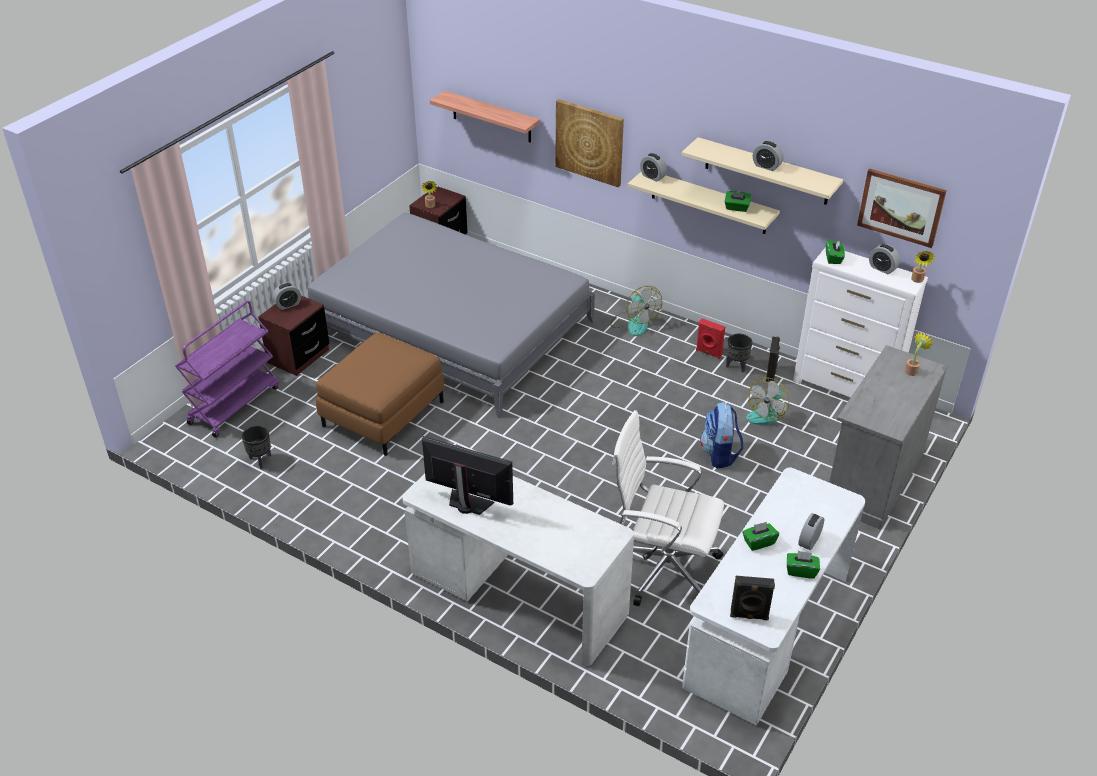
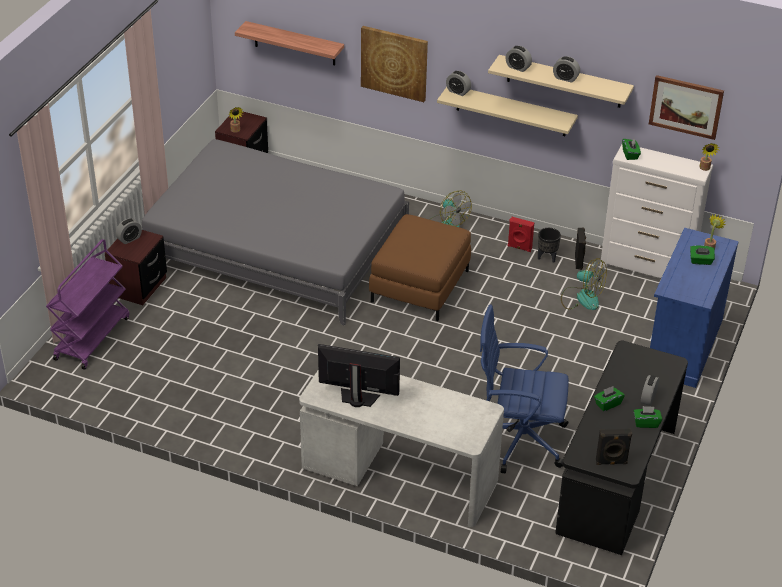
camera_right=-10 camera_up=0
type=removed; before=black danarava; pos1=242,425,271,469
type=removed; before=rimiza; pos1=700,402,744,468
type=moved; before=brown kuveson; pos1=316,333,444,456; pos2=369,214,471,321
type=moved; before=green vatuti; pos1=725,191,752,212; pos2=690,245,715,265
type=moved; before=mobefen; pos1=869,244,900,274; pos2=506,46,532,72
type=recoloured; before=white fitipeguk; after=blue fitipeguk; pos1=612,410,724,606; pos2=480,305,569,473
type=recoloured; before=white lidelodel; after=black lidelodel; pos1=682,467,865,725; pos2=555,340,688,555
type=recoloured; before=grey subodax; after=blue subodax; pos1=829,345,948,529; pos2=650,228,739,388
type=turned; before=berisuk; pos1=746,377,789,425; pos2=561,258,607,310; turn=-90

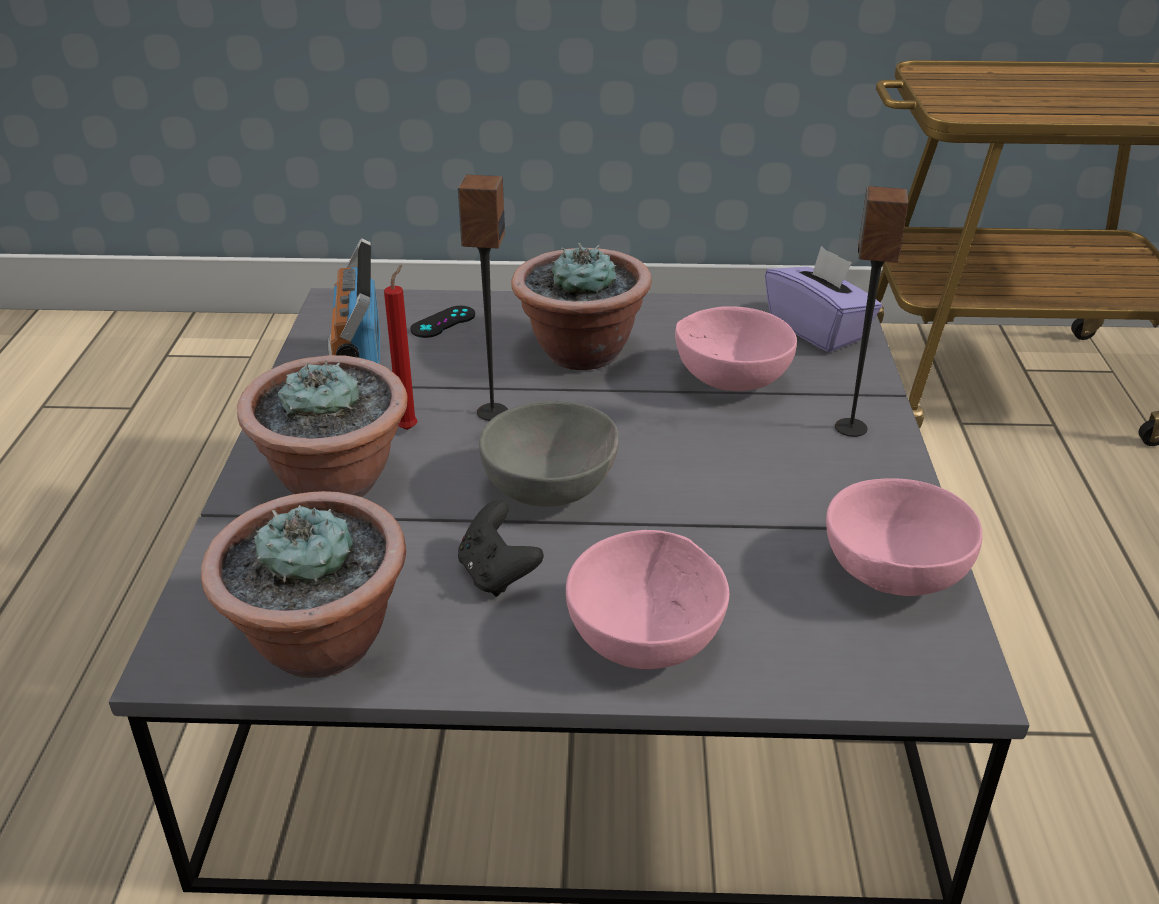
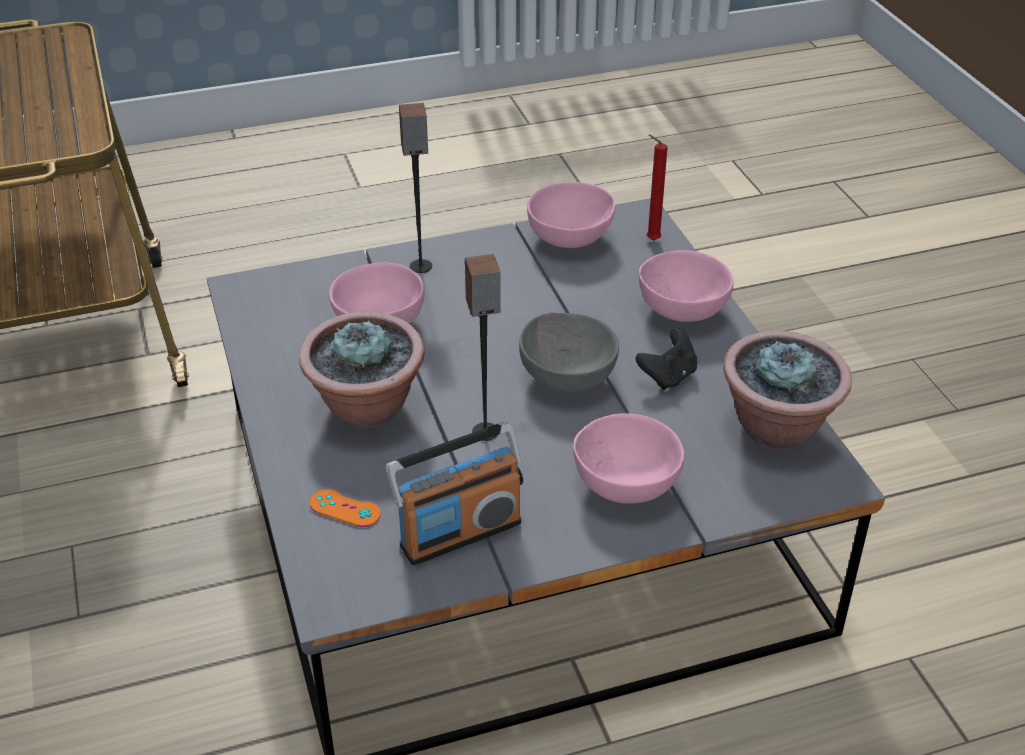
camera_right=-110 camera_up=5
type=removed; before=purple vatuti; pos1=765,246,882,352
type=moved; before=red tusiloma; pos1=384,265,418,430; pos2=646,135,668,241
type=replaced; before=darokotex; after=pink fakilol; pos1=237,355,408,497; pos2=573,413,684,504
type=recoloured; before=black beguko; after=orange beguko; pos1=410,306,475,338; pos2=310,489,381,527

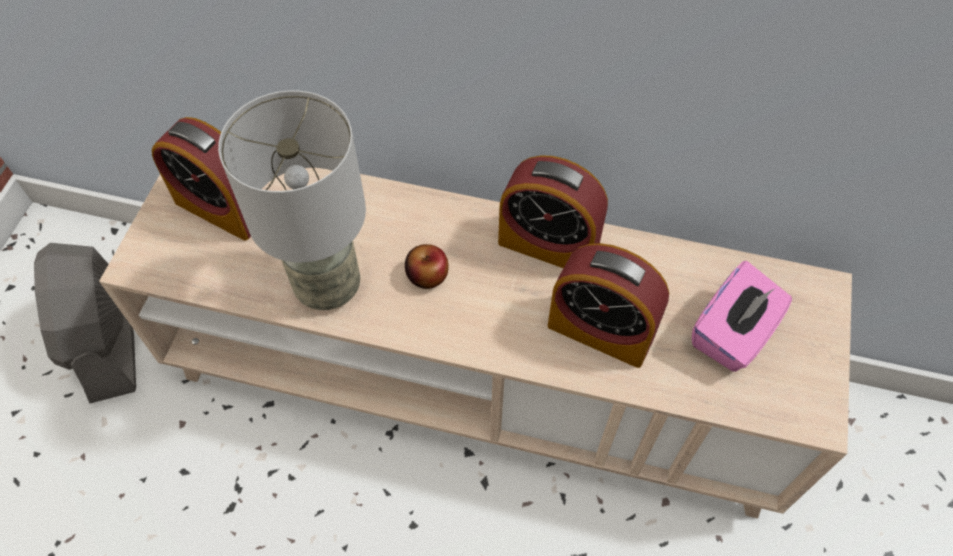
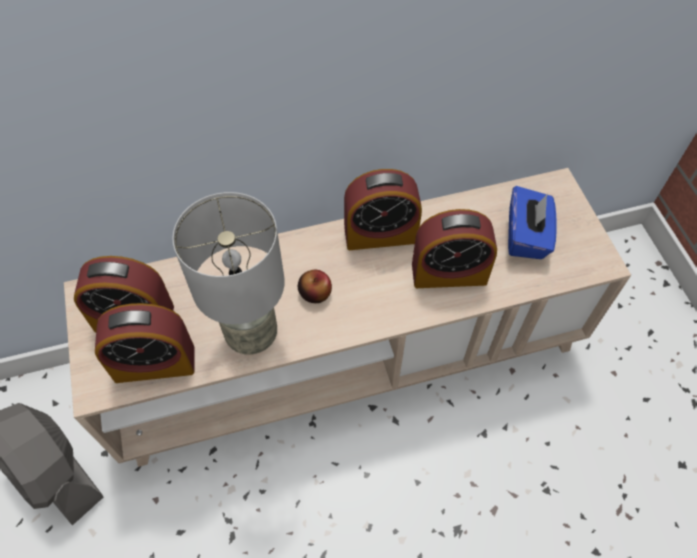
camera_right=-30 camera_up=0
type=added; after=mobefen; pos2=95,303,194,383
type=recoloured; before=pink vatuti; after=blue vatuti; pos1=692,261,792,372; pos2=508,186,557,259

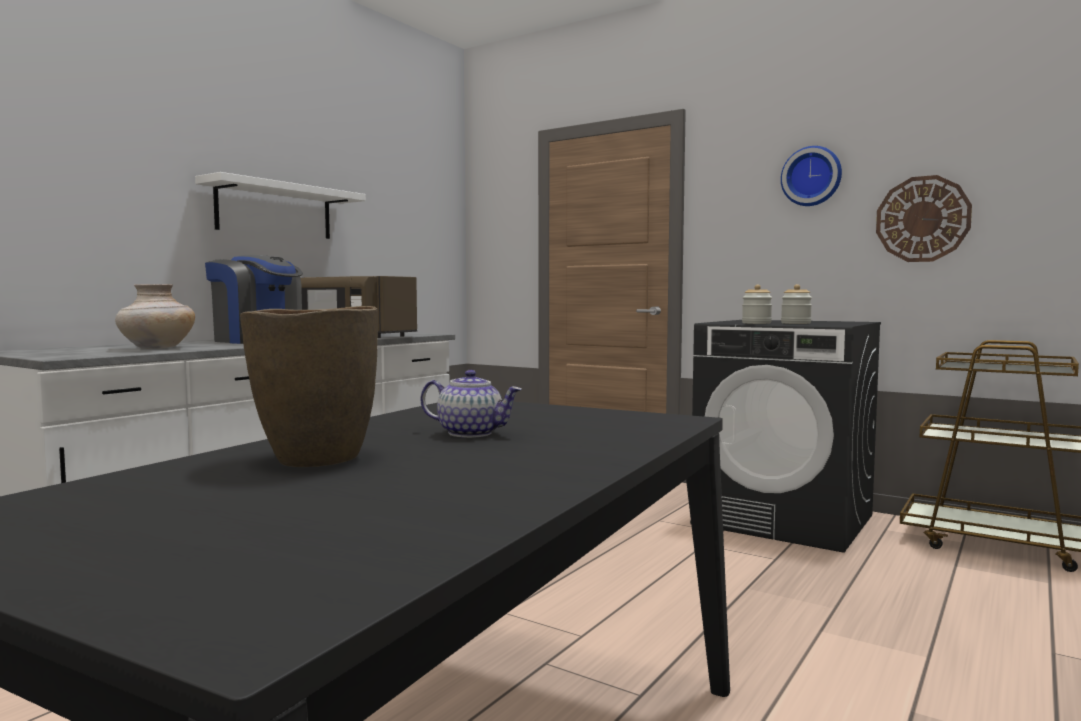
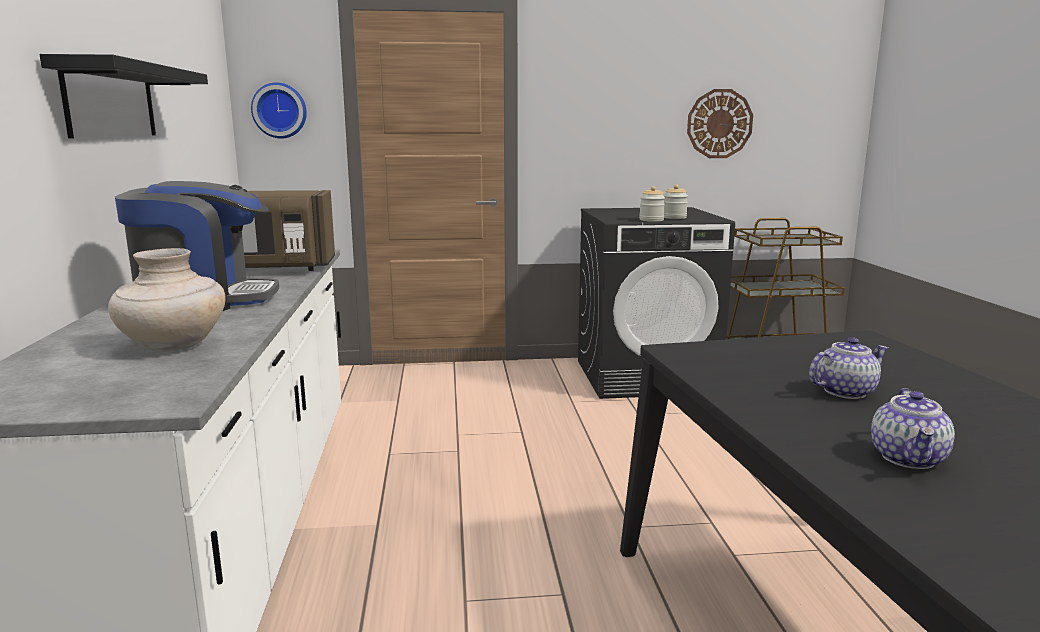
camera_right=-40 camera_up=10
type=moved; before=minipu; pos1=781,146,842,206; pos2=251,83,307,139
type=replaced; before=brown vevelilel; after=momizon; pos1=240,306,378,467; pos2=871,388,955,469
type=recoloured; before=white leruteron; after=black leruteron; pos1=195,172,366,239; pos2=40,54,208,139

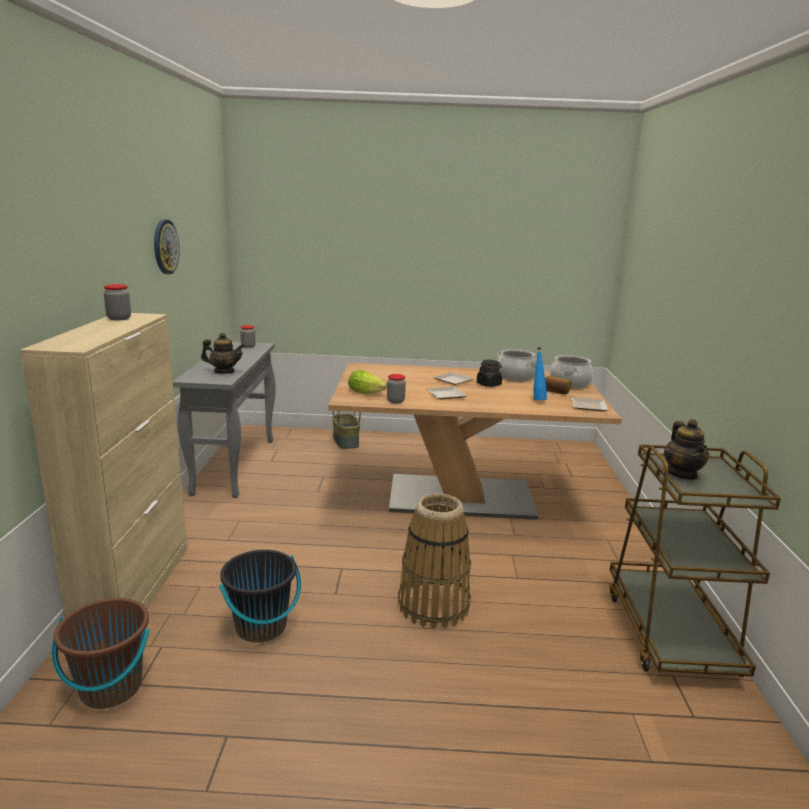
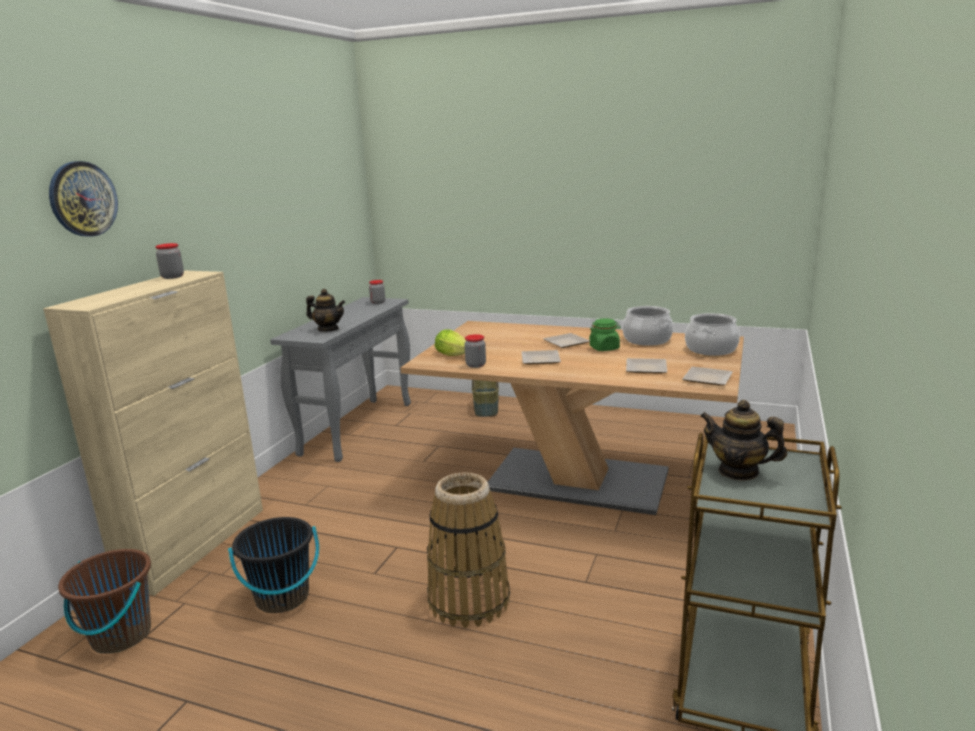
camera_right=20 camera_up=0
type=removed; before=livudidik; pos1=545,376,571,394
type=moved; before=minipu; pos1=154,219,180,274; pos2=49,161,118,237
type=replaced; before=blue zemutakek; after=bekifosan; pos1=534,347,547,400; pos2=626,358,667,374
type=recoloured; before=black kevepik; after=green kevepik; pos1=477,360,502,387; pos2=589,318,621,351
type=turned; before=momizon; pos1=664,419,709,480; pos2=700,400,787,481; turn=105

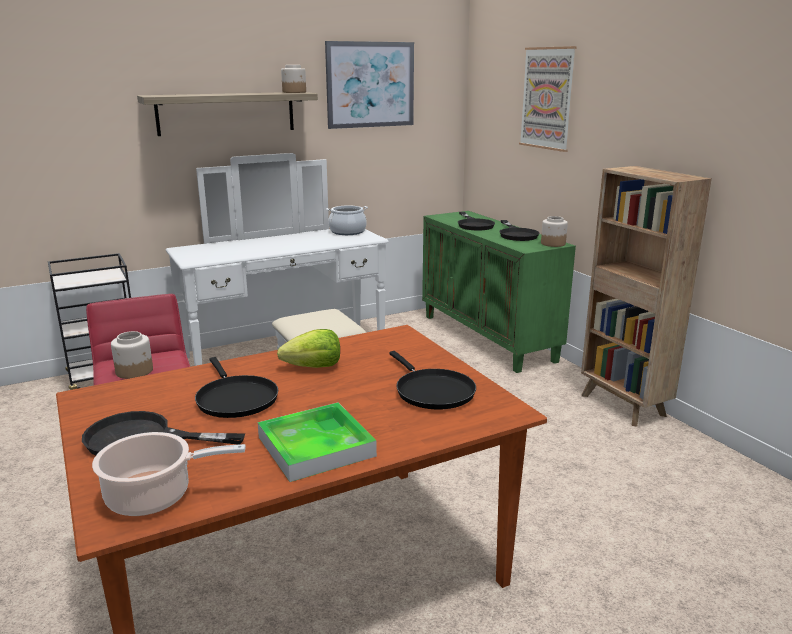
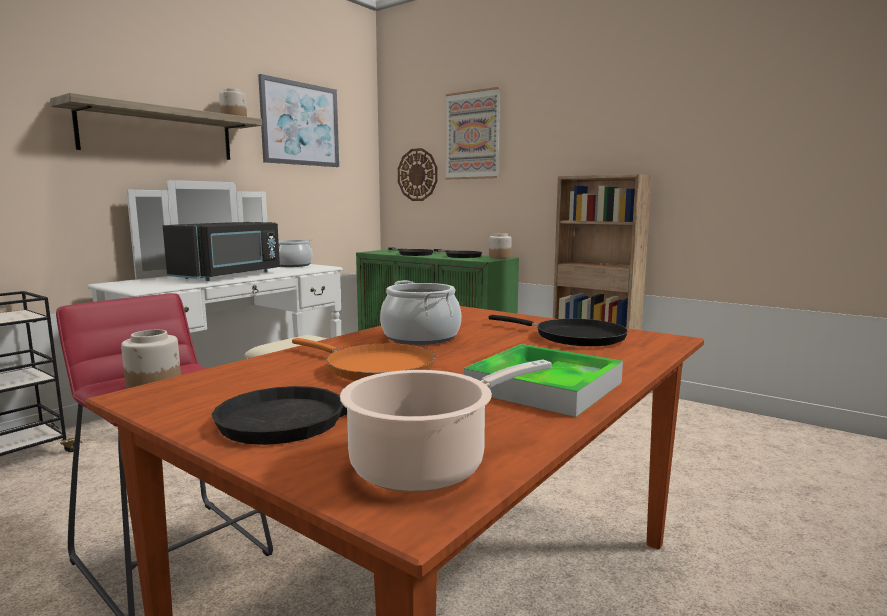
camera_right=-25 camera_up=-10
type=added; after=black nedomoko; pos2=163,222,280,281
type=added; after=minipu; pos2=398,148,438,201
type=replaced; before=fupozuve; after=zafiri; pos1=277,329,340,368; pos2=380,280,461,345
type=recoloured; before=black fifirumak; after=orange fifirumak; pos1=195,357,278,418; pos2=292,338,436,381

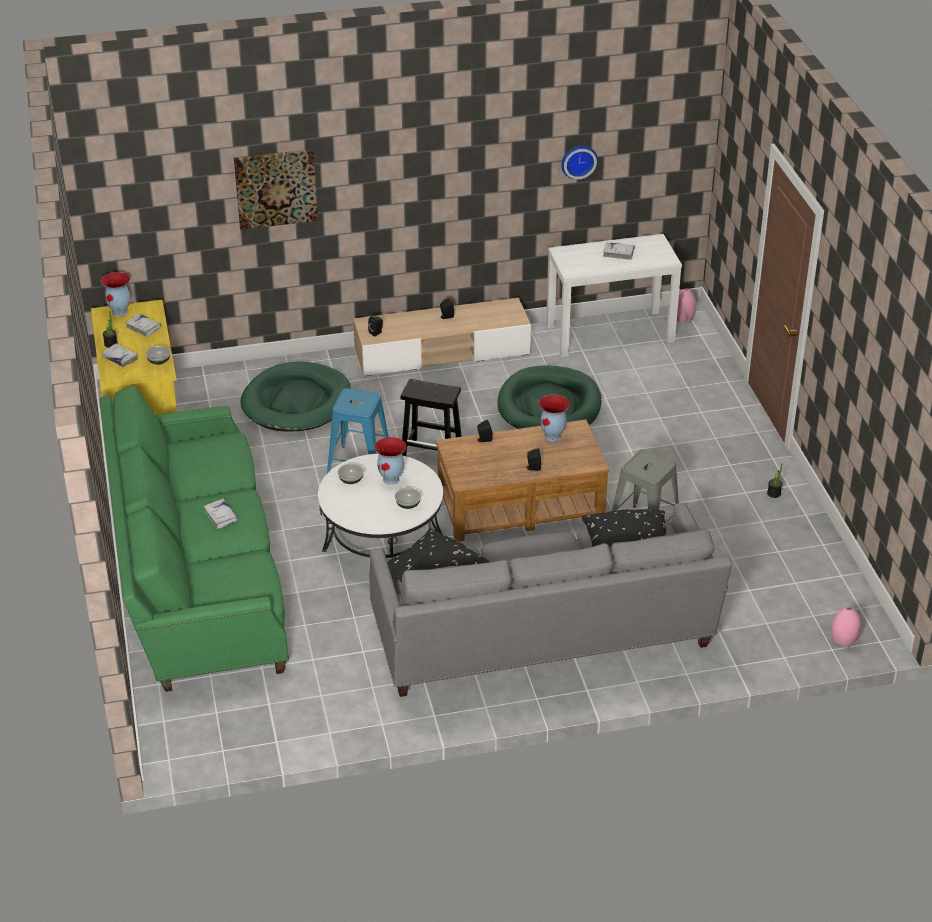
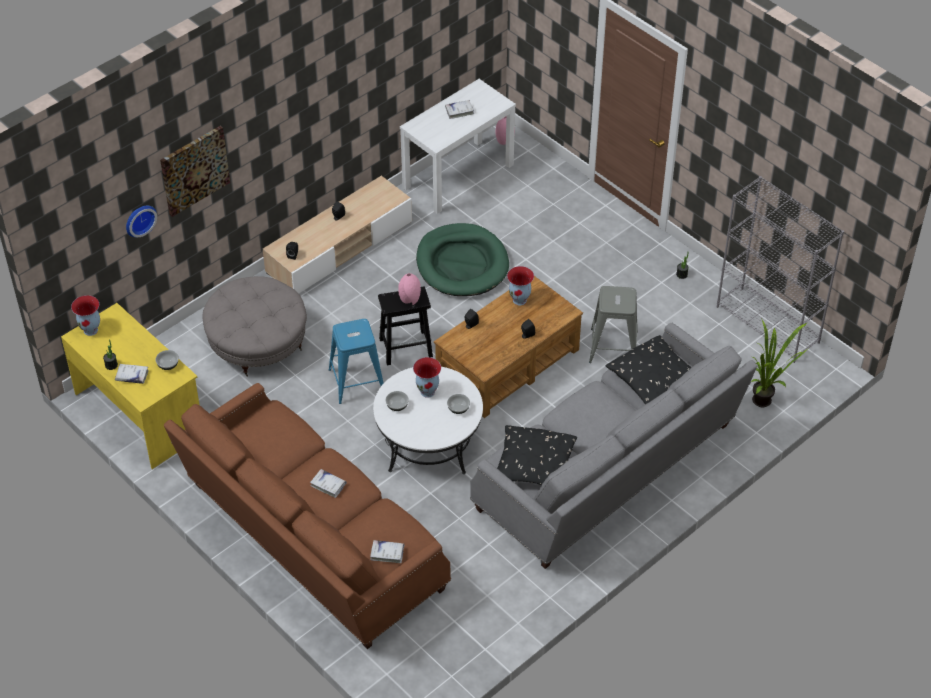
camera_right=-30 camera_up=10
type=added; after=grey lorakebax; pos2=717,176,844,363
type=added; after=darokotex; pos2=751,320,809,407
type=moved; before=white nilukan; pos1=125,314,161,337; pos2=370,540,405,563
type=moved; before=minipu; pos1=561,146,598,179; pos2=126,206,157,237
type=moved; before=pink vevelilel; pos1=832,607,861,648; pos2=398,273,421,305
type=replaced; before=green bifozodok; after=grey kuveson; pos1=240,362,351,432; pos2=202,276,307,376
type=recoloured; before=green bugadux; after=brown bugadux; pos1=99,386,289,692; pos2=164,383,451,649

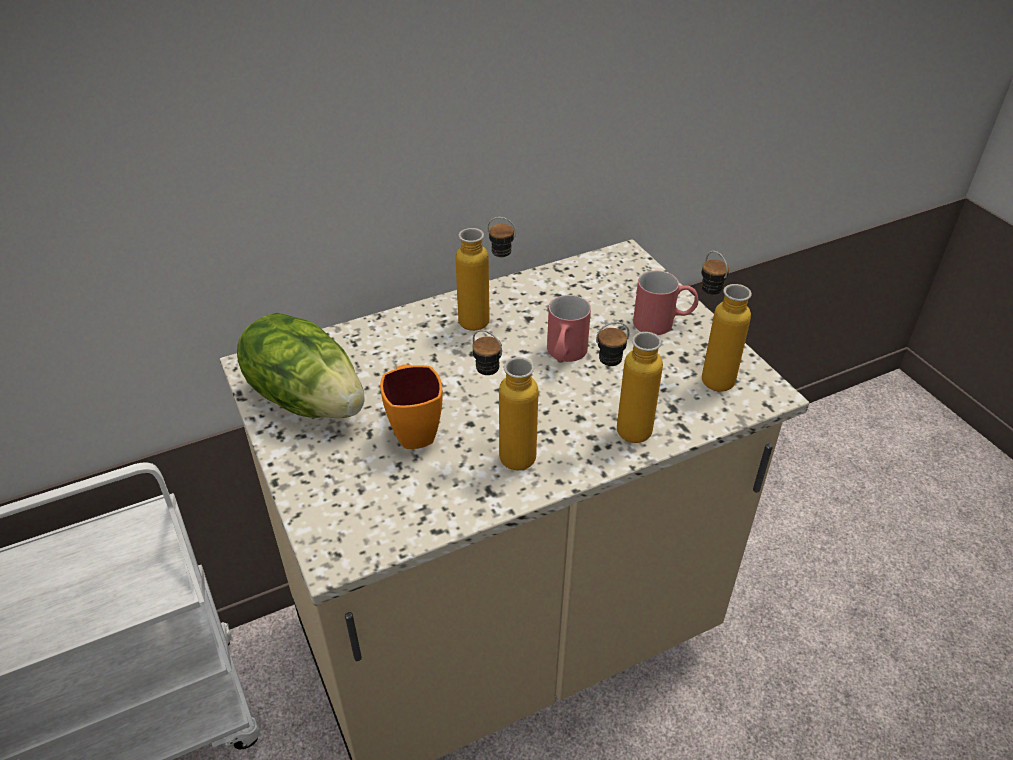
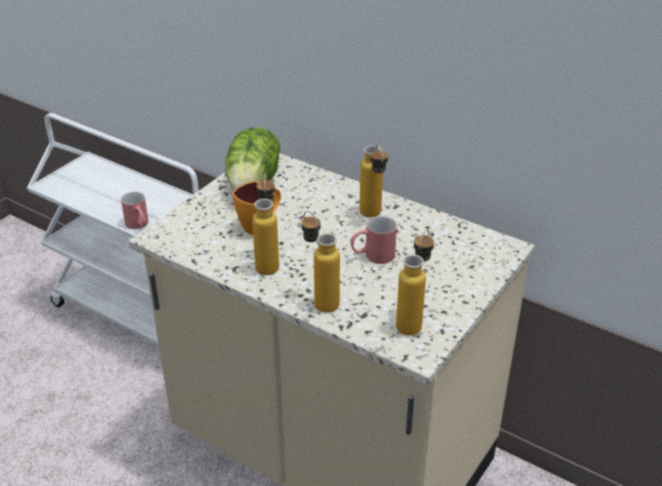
camera_right=60 camera_up=-5
type=moved; before=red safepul; pos1=633,270,698,335; pos2=121,192,148,229

